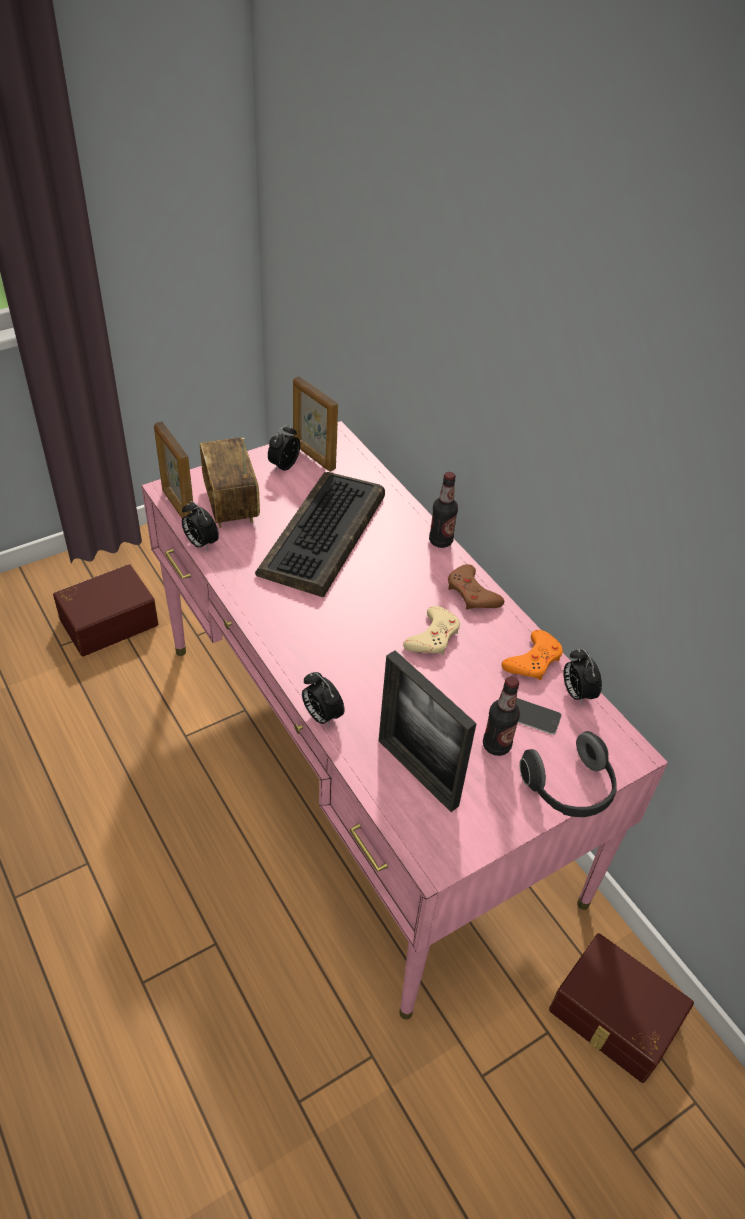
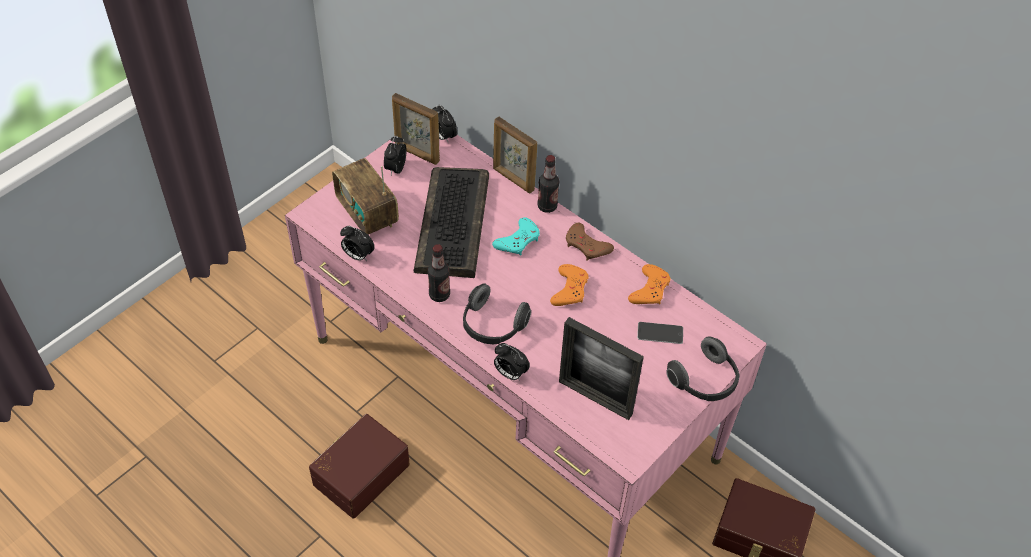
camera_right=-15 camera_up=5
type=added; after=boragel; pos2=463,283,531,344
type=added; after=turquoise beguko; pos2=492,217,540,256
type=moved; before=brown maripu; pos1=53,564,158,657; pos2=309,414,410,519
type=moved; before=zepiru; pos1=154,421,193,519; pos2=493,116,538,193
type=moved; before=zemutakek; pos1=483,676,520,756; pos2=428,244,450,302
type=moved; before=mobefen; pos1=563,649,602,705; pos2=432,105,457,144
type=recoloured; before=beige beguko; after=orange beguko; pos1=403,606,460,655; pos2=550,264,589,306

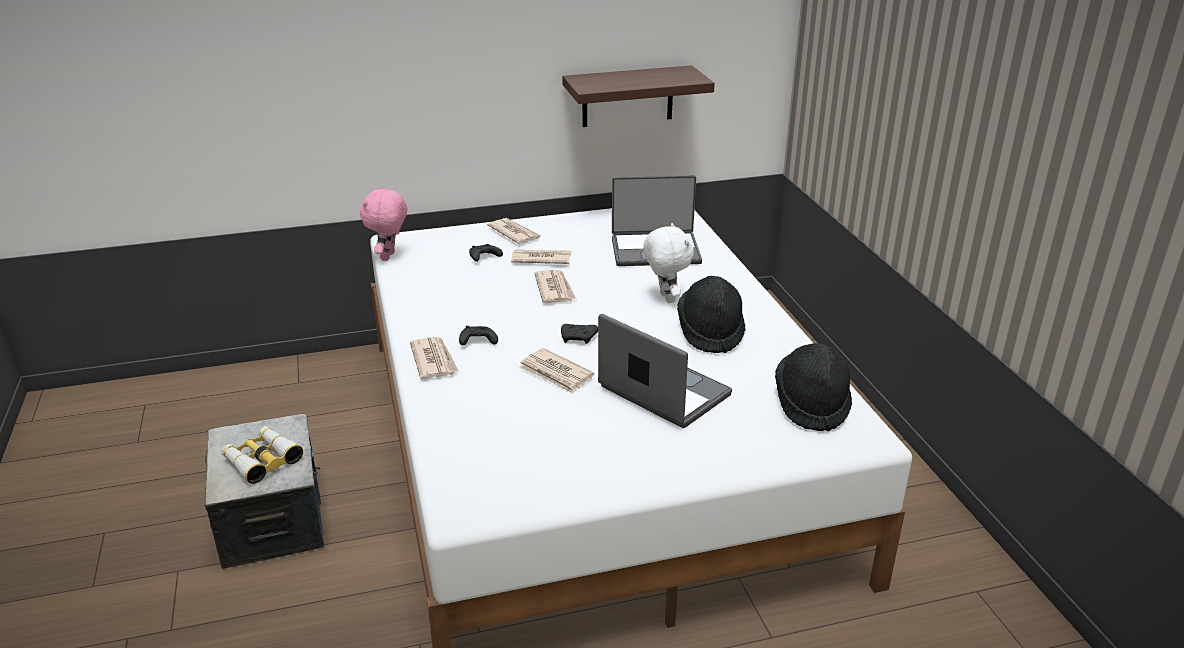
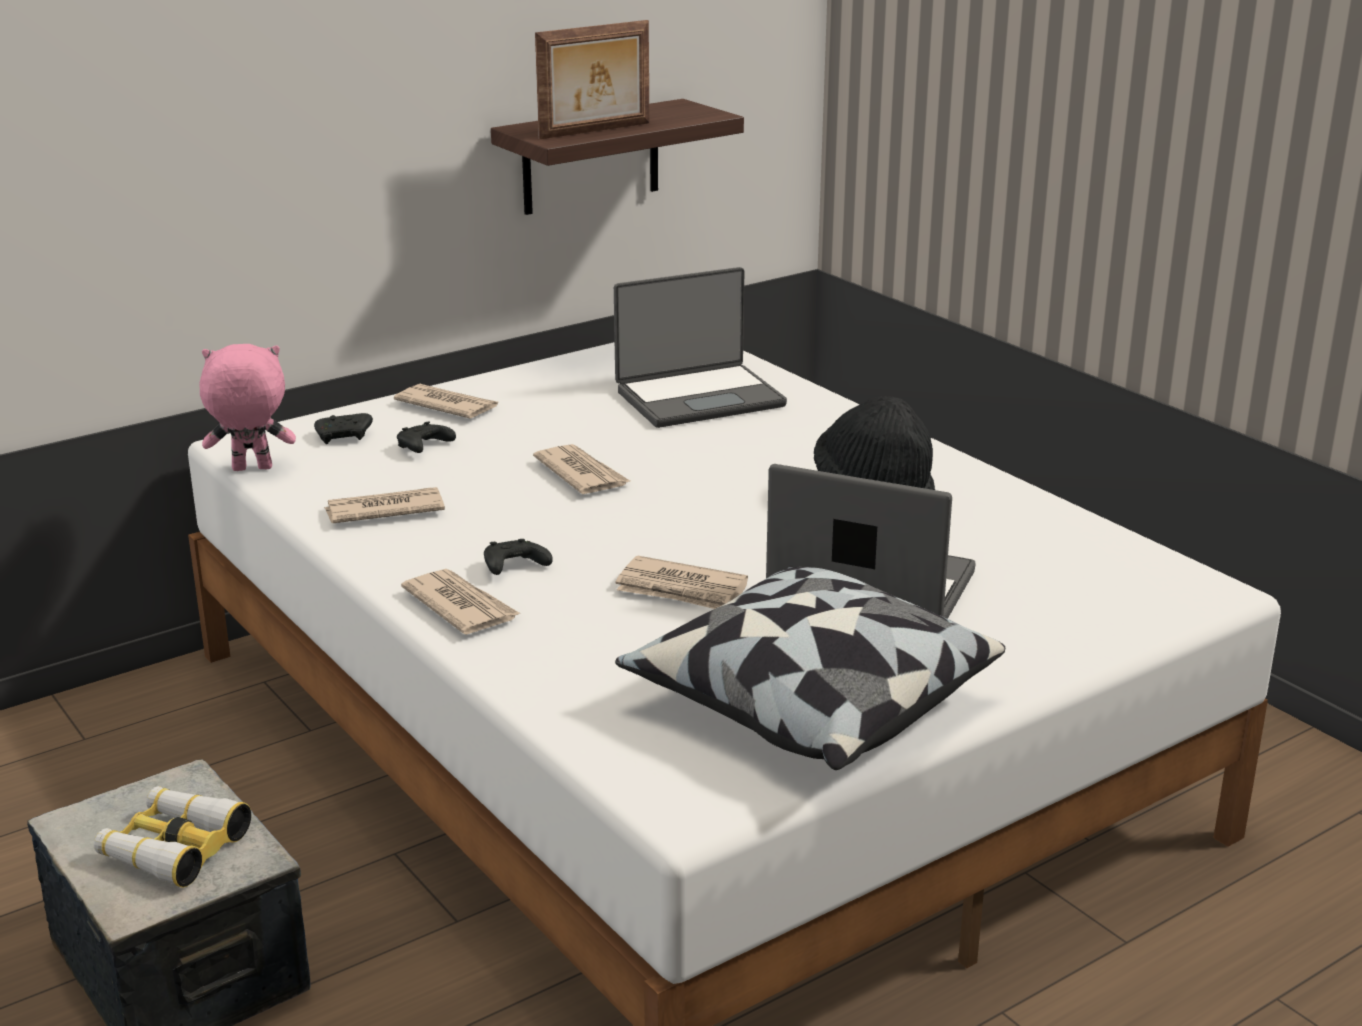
camera_right=-20 camera_up=-5
type=removed; before=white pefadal; pos1=643,223,694,303
type=removed; before=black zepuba; pos1=775,343,852,431
type=added; after=zepiru; pos2=535,20,650,139
type=added; after=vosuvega; pos2=615,566,1005,770
type=moved; before=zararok; pos1=511,250,571,264; pos2=324,487,445,523
type=moved; before=black beguko; pos1=561,324,598,344; pos2=314,413,373,444
type=turned; before=pink pefadal; pos1=360,186,407,261; pos2=199,344,296,471; turn=90

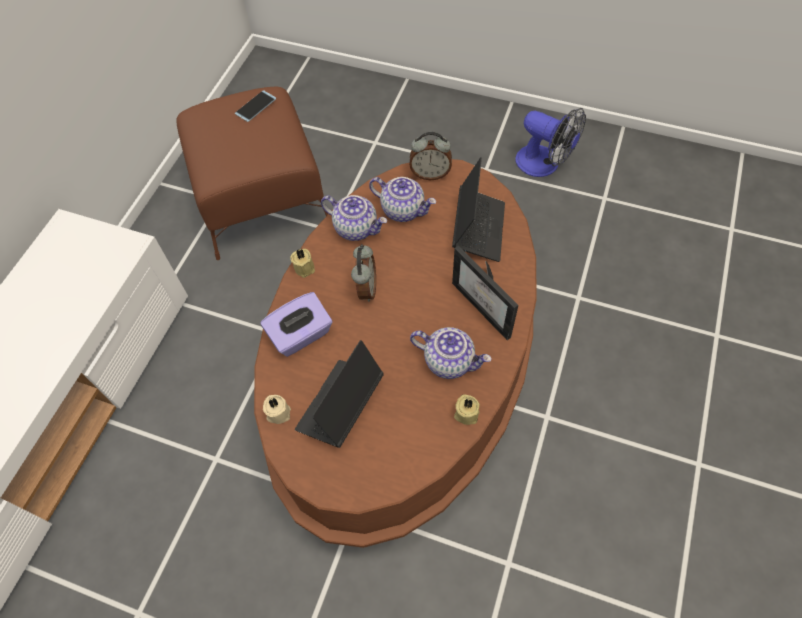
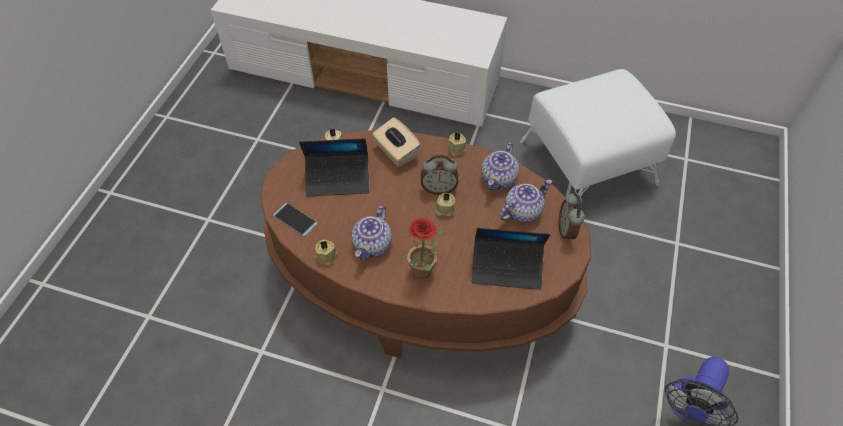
camera_right=85 camera_up=-5
type=added; after=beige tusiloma; pos2=435,193,455,216
type=moved; before=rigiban; pos1=235,90,276,122; pos2=273,203,318,236
type=replaced; before=zepiru; after=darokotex; pos1=452,246,518,340; pos2=404,218,443,279
type=recoloured; before=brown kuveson; after=white kuveson; pos1=177,87,328,260; pos2=520,69,676,196
type=recoloured; before=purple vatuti; after=beige vatuti; pos1=261,292,332,357; pos2=373,118,421,167
type=turned; before=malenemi; pos1=295,340,384,448; pos2=299,138,370,197; turn=150
type=turned; before=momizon; pos1=369,177,436,222; pos2=499,179,552,223; turn=-150

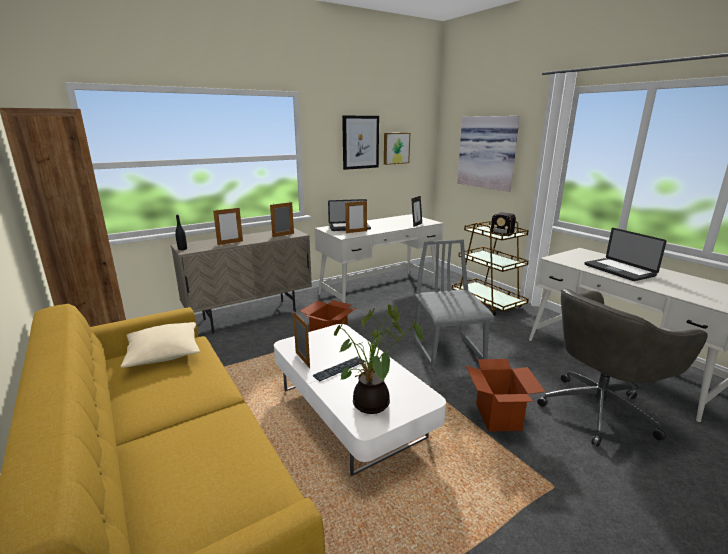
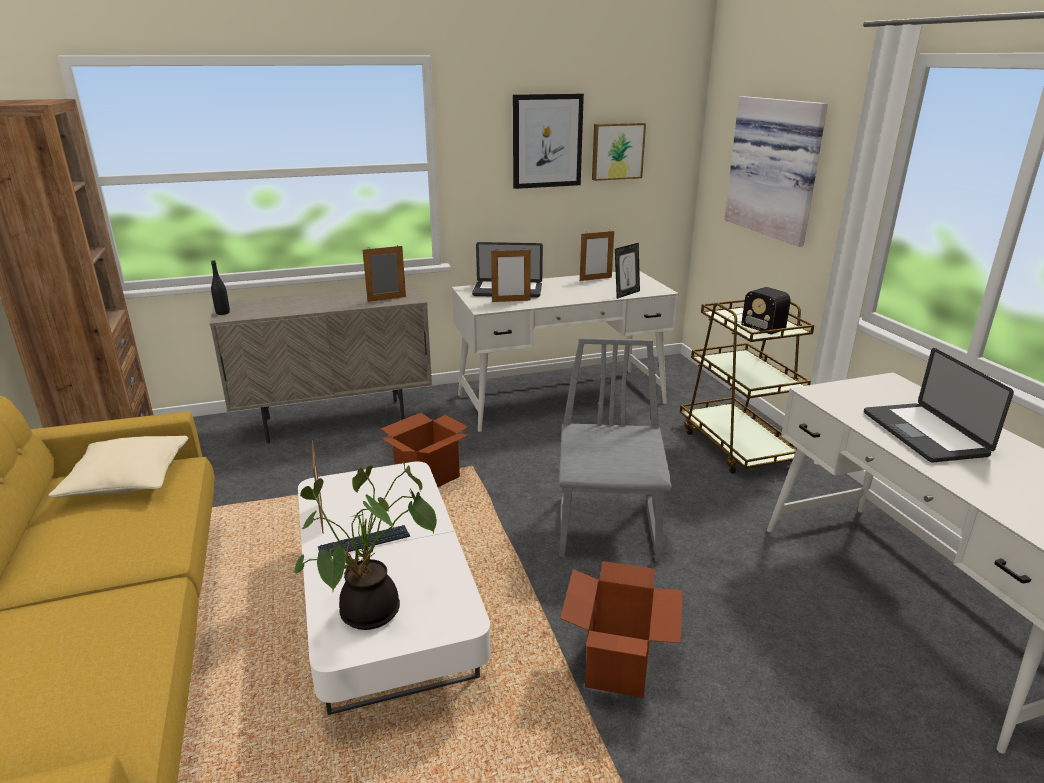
camera_right=15 camera_up=5
type=removed; before=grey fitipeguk; pos1=537,289,708,447
type=moved; before=zepiru; pos1=213,208,243,245; pos2=580,230,614,281

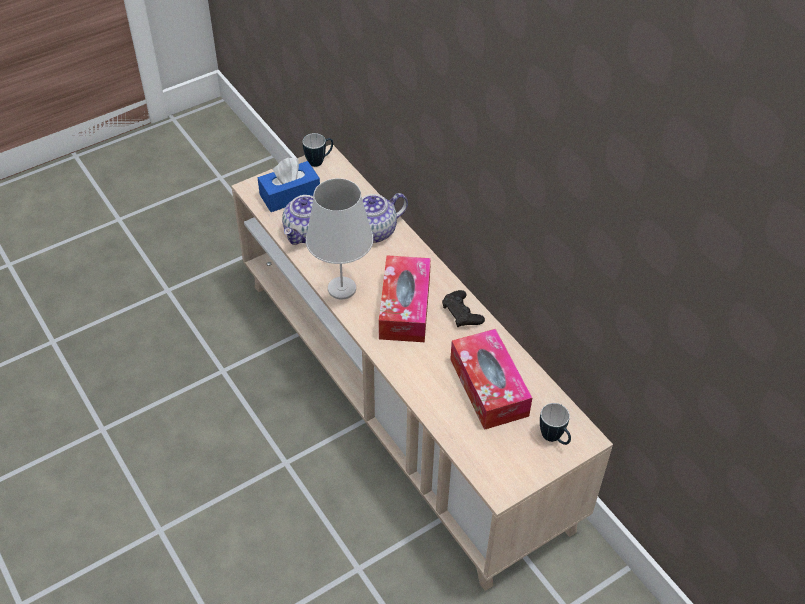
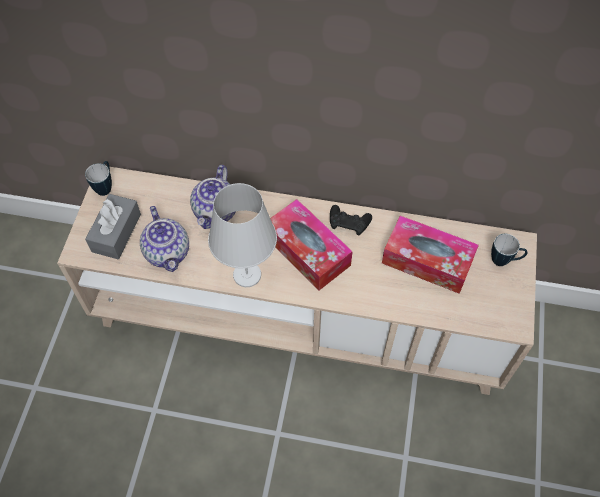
camera_right=-45 camera_up=10
type=recoloured; before=blue vatuti; after=grey vatuti; pos1=258,158,320,212; pos2=85,194,141,259

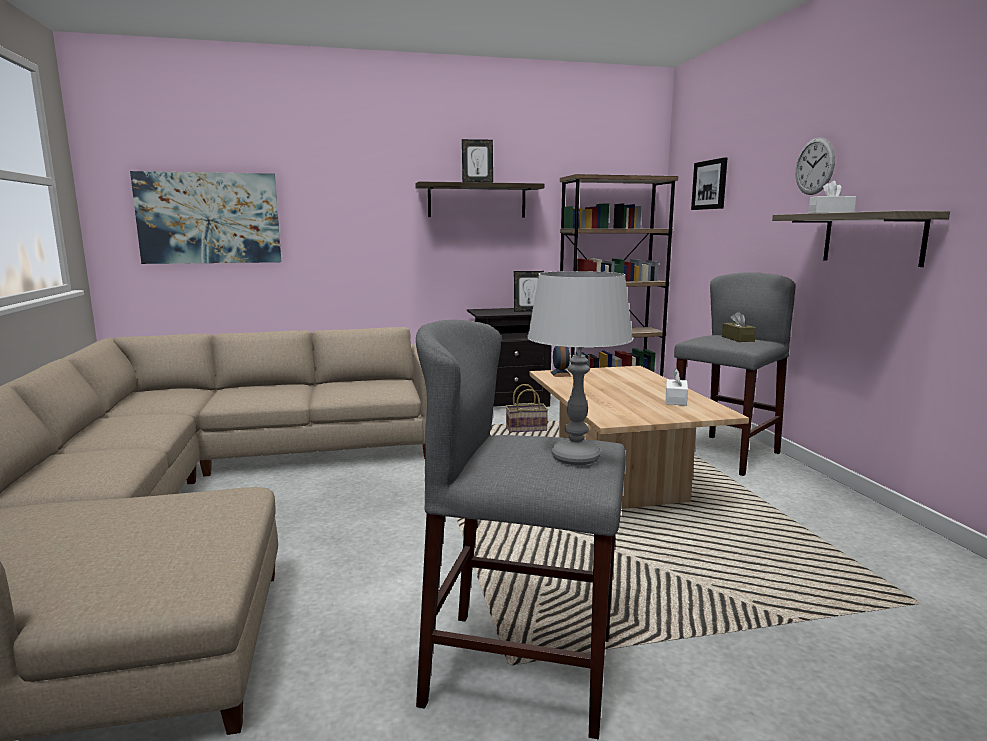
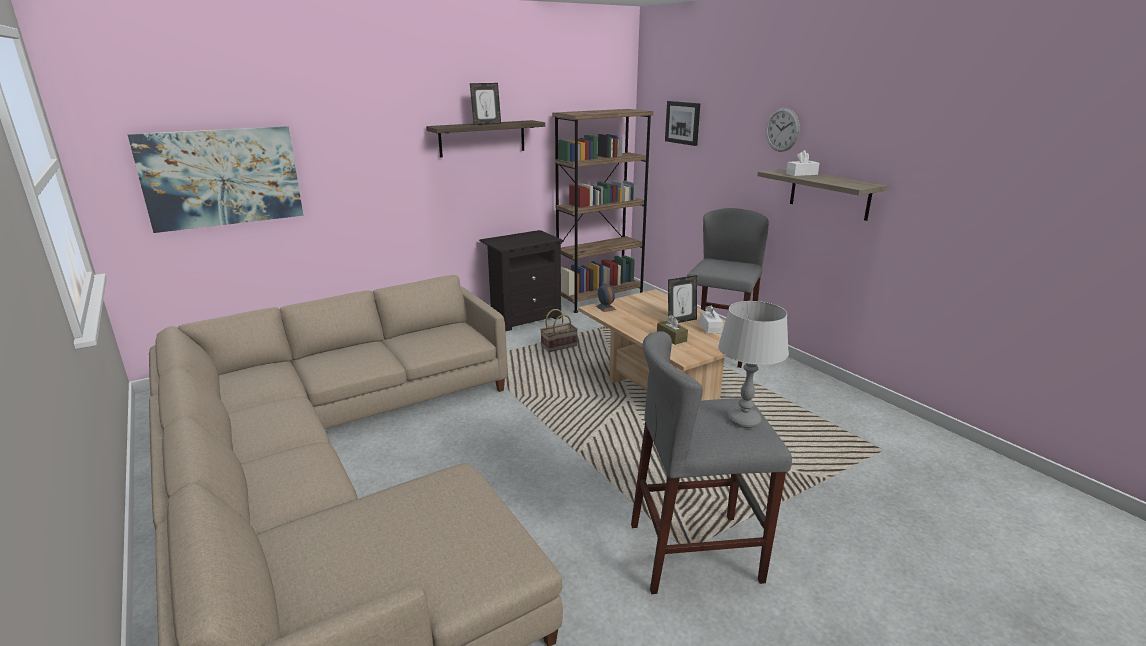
camera_right=-20 camera_up=10
type=moved; before=zepiru; pos1=514,271,544,312; pos2=668,275,697,323
type=moved; before=brown vatuti; pos1=722,311,756,342; pos2=657,315,688,345

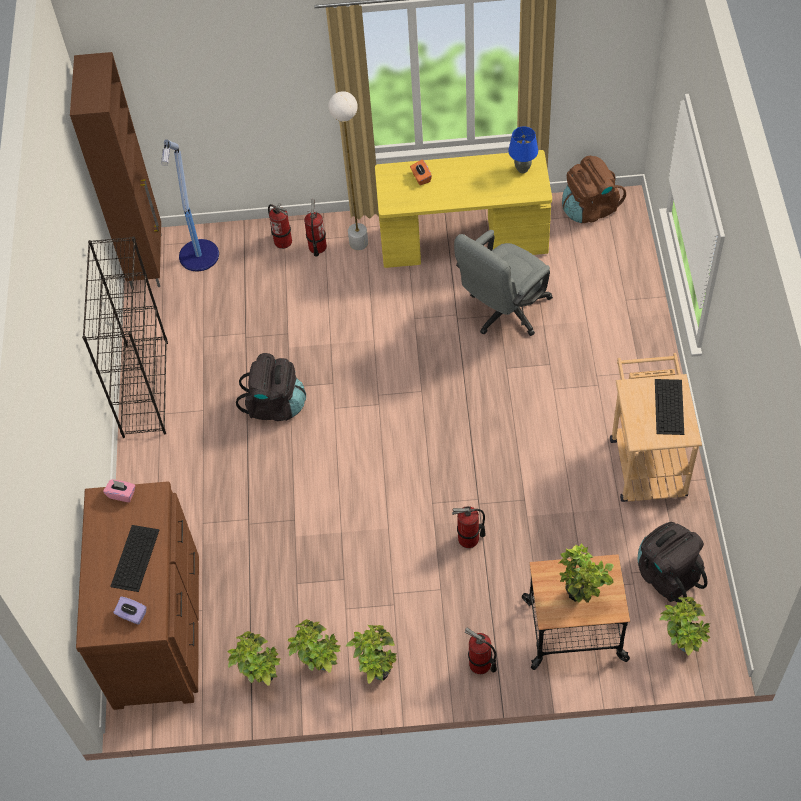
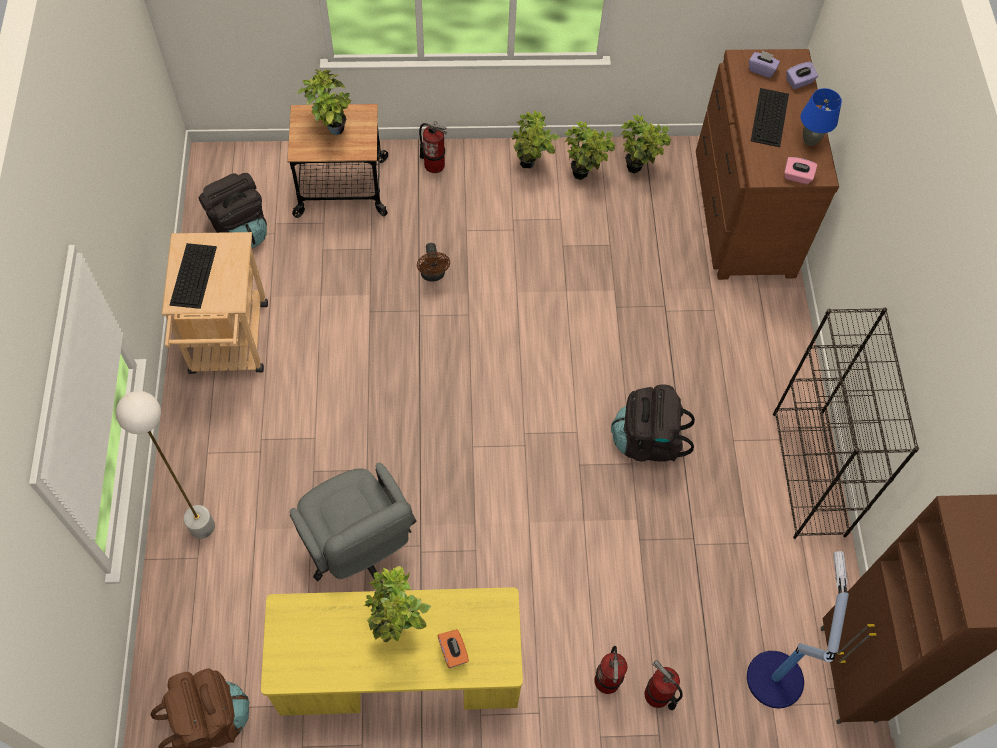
camera_right=175 camera_up=5
type=added; after=purple vatuti; pos2=786,62,818,89
type=moved; before=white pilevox; pos1=328,91,368,250; pos2=116,391,215,539
type=moved; before=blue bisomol; pos1=508,127,538,173; pos2=801,88,842,146
type=moved; before=darokotex; pos1=659,597,710,656; pos2=364,566,431,642
type=replaced; before=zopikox; after=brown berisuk; pos1=452,506,486,548; pos2=417,243,450,281
type=turned; before=grey fitipeguk; pos1=454,230,553,336; pos2=290,463,417,586; turn=105

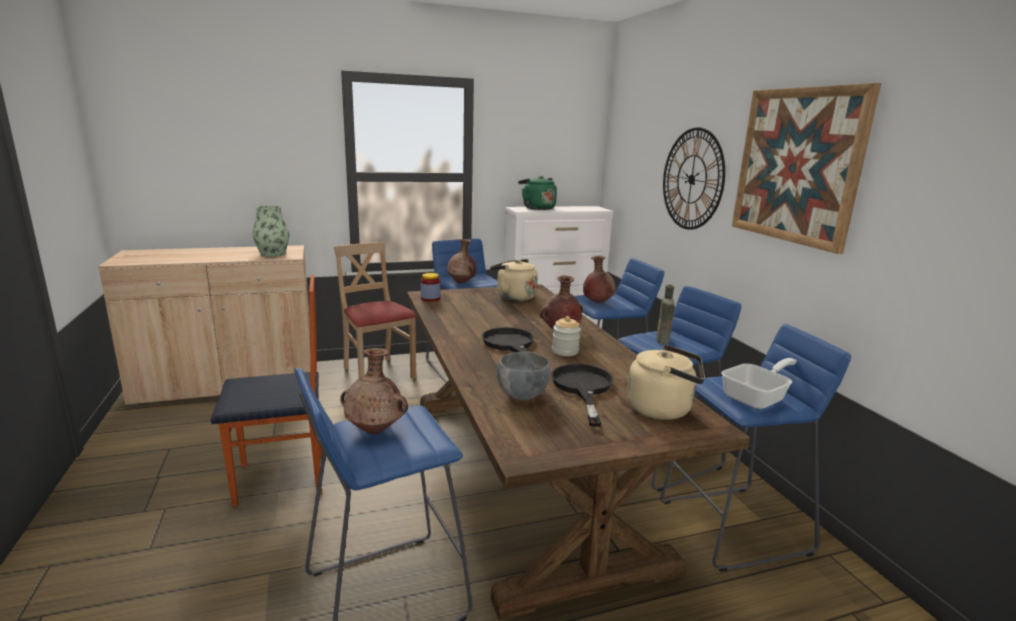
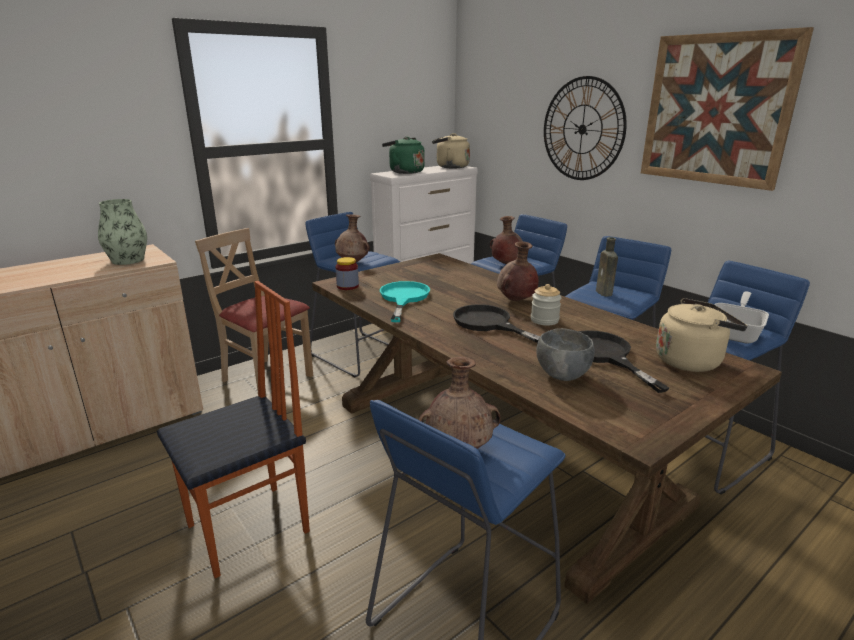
camera_right=-20 camera_up=5
type=added; after=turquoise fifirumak; pos2=380,281,430,322
type=moved; before=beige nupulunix; pos1=490,259,538,301; pos2=432,133,470,168

